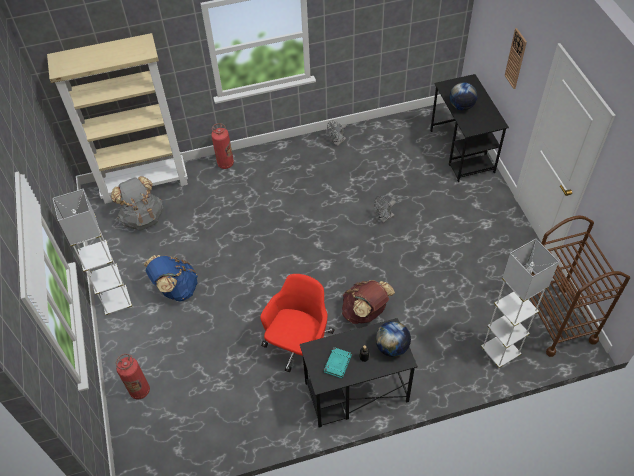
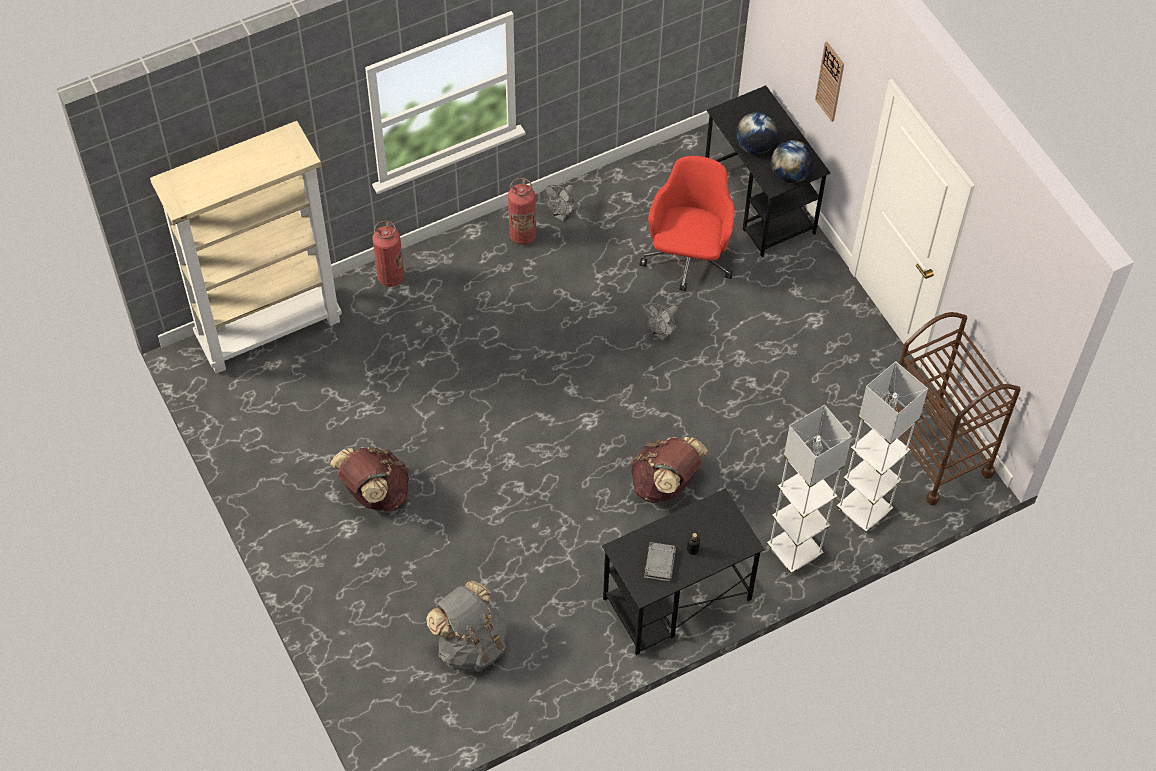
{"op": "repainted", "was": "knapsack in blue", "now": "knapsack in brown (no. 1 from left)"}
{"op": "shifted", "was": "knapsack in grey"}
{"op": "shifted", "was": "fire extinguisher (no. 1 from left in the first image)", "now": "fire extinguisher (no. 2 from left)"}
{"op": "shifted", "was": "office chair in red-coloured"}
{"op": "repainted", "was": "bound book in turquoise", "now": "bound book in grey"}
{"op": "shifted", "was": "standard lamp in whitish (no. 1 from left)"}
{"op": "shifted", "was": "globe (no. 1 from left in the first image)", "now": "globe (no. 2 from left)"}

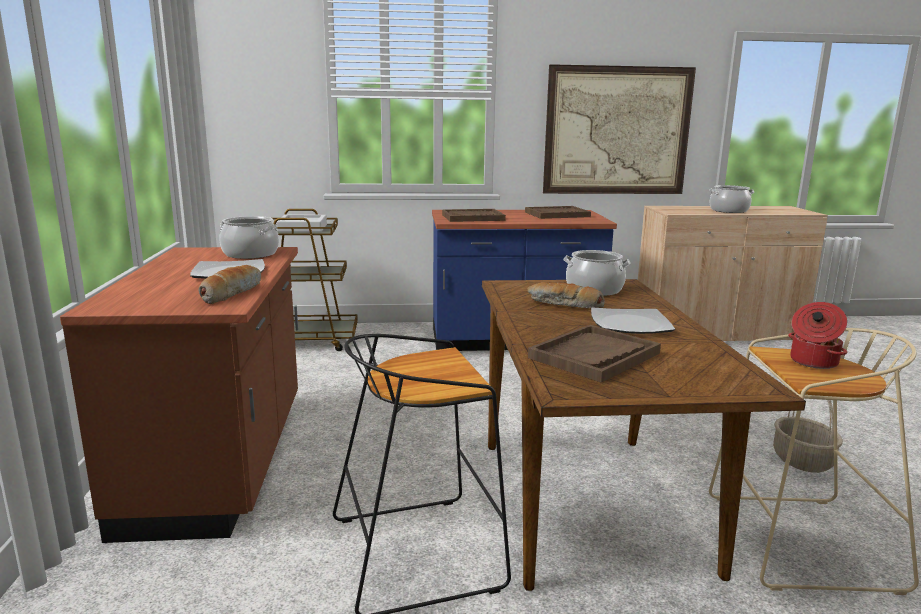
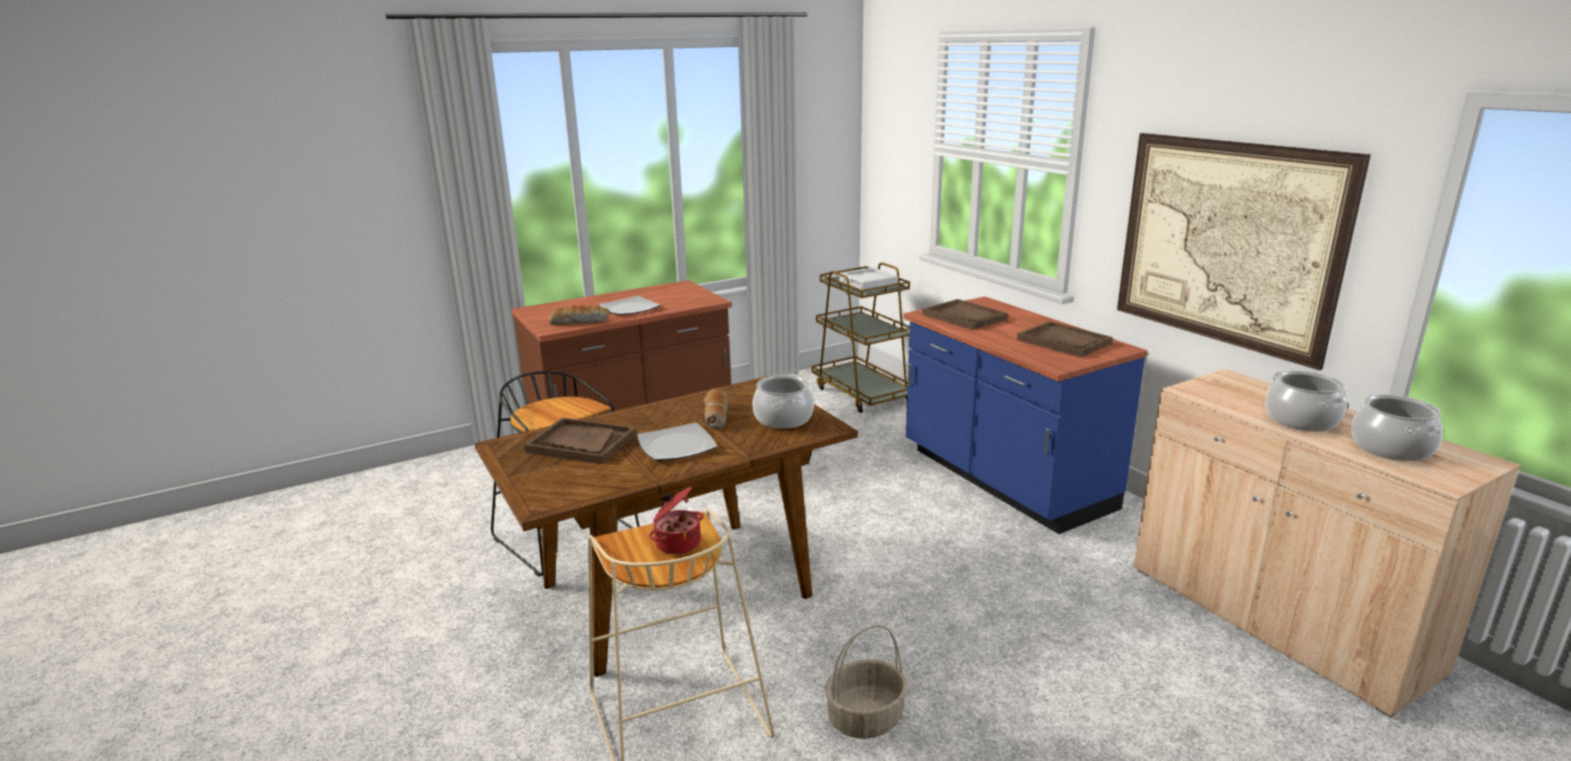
{"op": "shifted", "was": "stockpot (no. 1 from left in the first image)", "now": "stockpot (no. 4 from left)"}

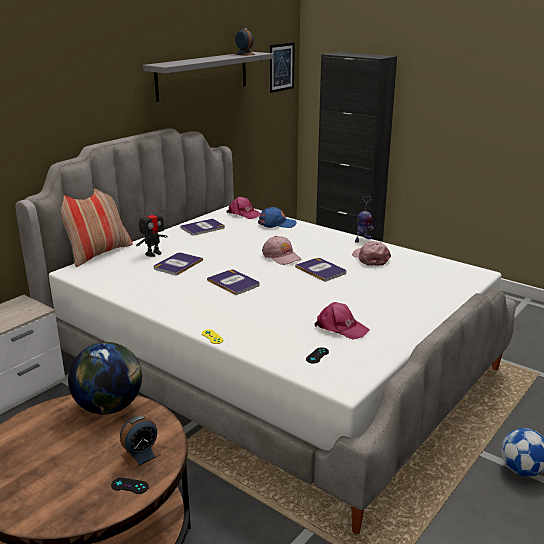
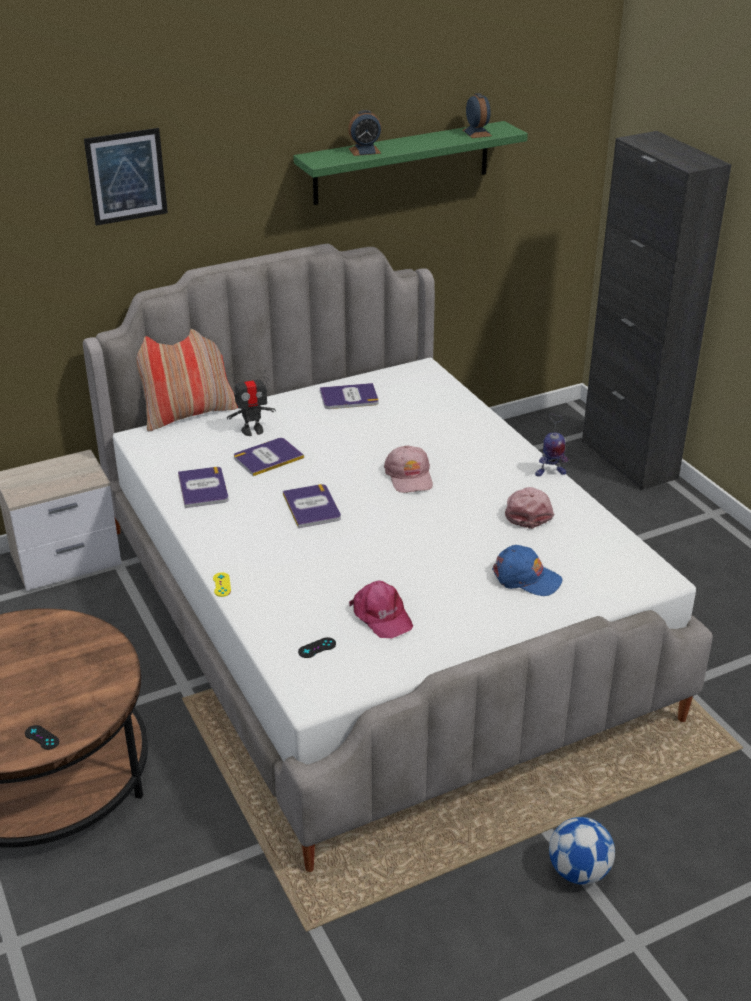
{"op": "shifted", "was": "picture"}
{"op": "shifted", "was": "bound book (no. 4 from left in the first image)", "now": "bound book (no. 1 from left)"}
{"op": "repainted", "was": "wall shelf in grey", "now": "wall shelf in green"}
{"op": "shifted", "was": "table clock (no. 1 from left)"}
{"op": "shifted", "was": "baseball cap in blue"}
{"op": "gone", "was": "globe"}
{"op": "gone", "was": "baseball cap in pinkish (no. 1 from left)"}

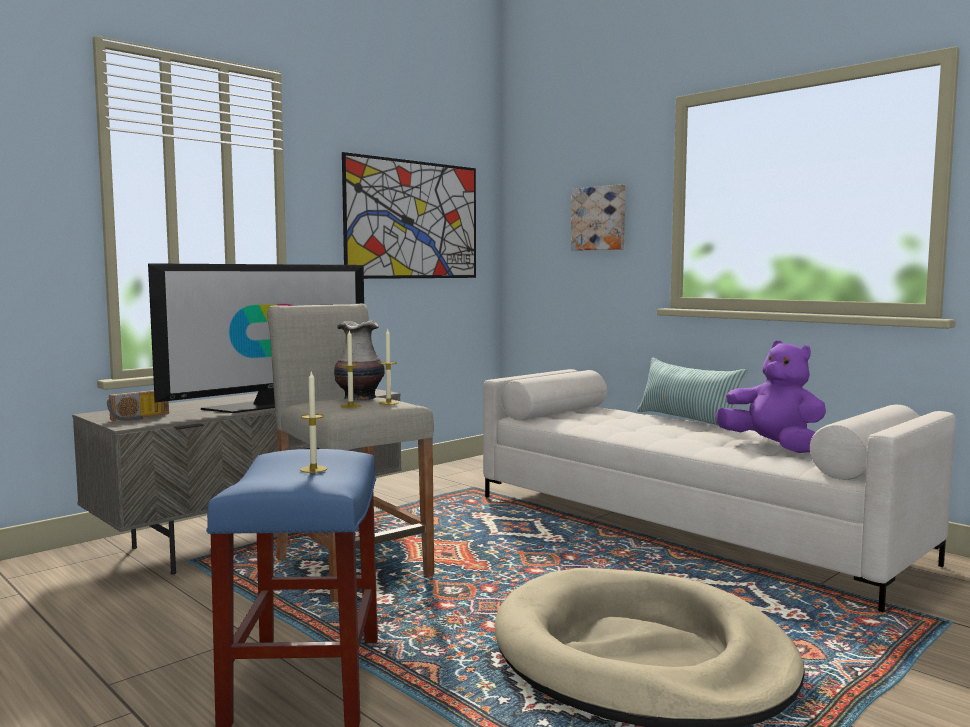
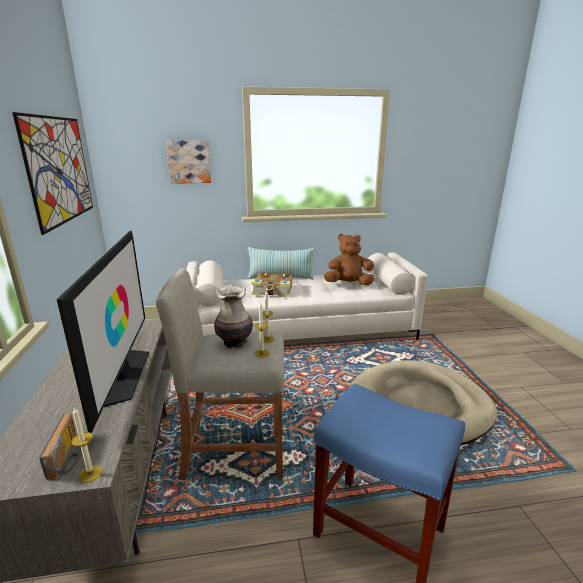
{"op": "shifted", "was": "wax candle (no. 1 from left)"}
{"op": "new", "now": "bound book"}
{"op": "repainted", "was": "plush toy in purple", "now": "plush toy in brown"}

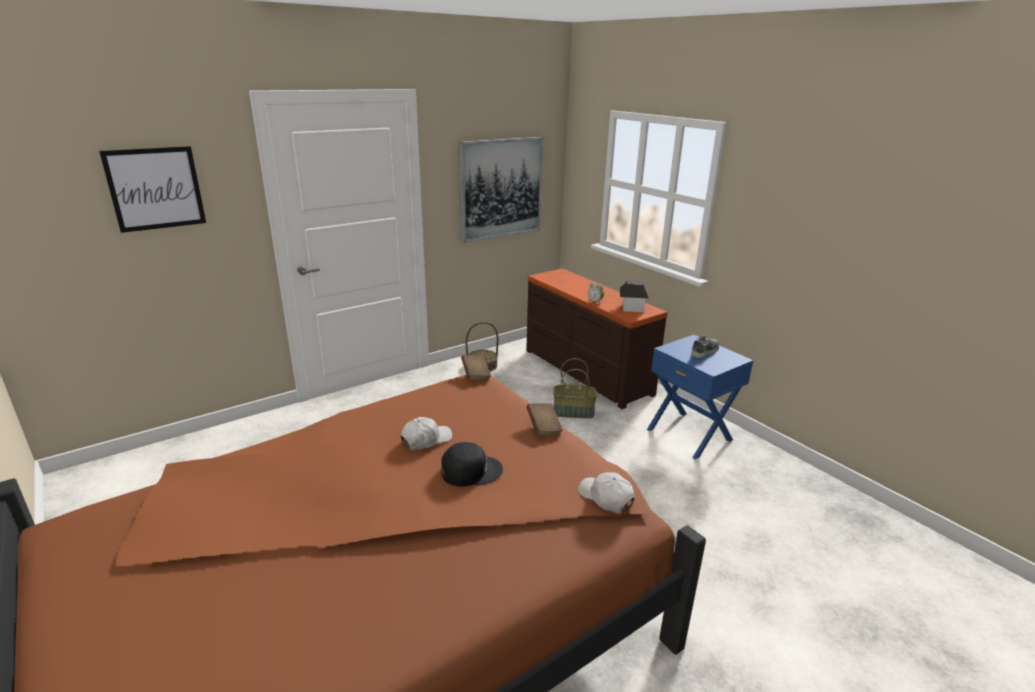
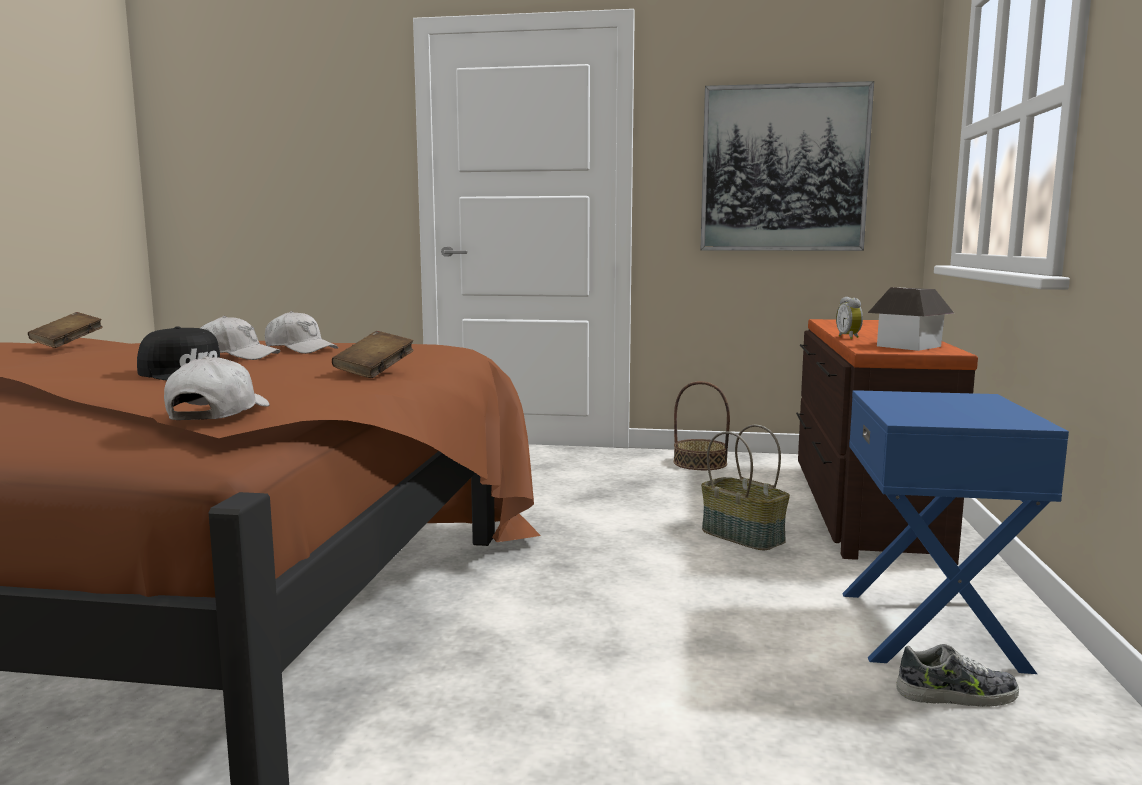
{"op": "shifted", "was": "bound book in brown (no. 1 from left)"}
{"op": "new", "now": "baseball cap in whitish (no. 3 from left)"}
{"op": "shifted", "was": "item of footwear"}
{"op": "gone", "was": "picture (no. 1 from left)"}

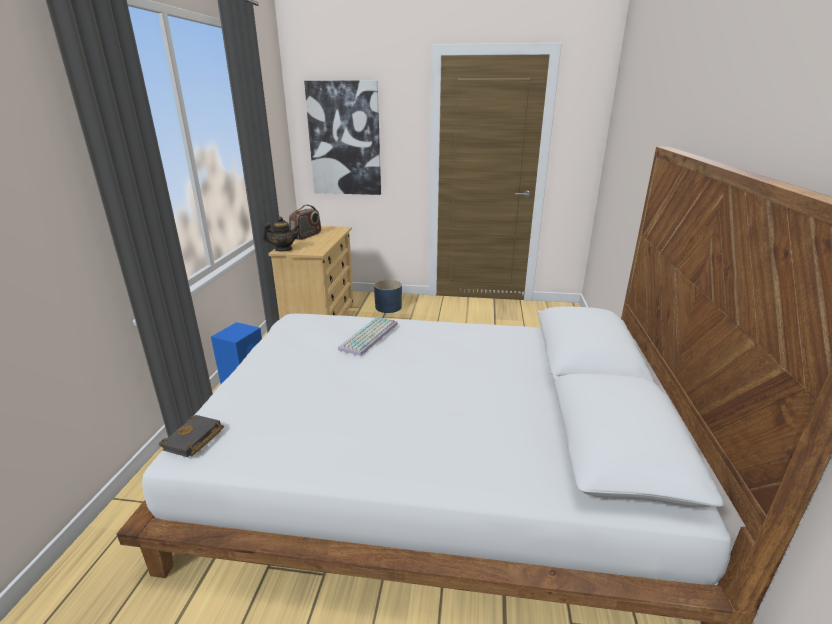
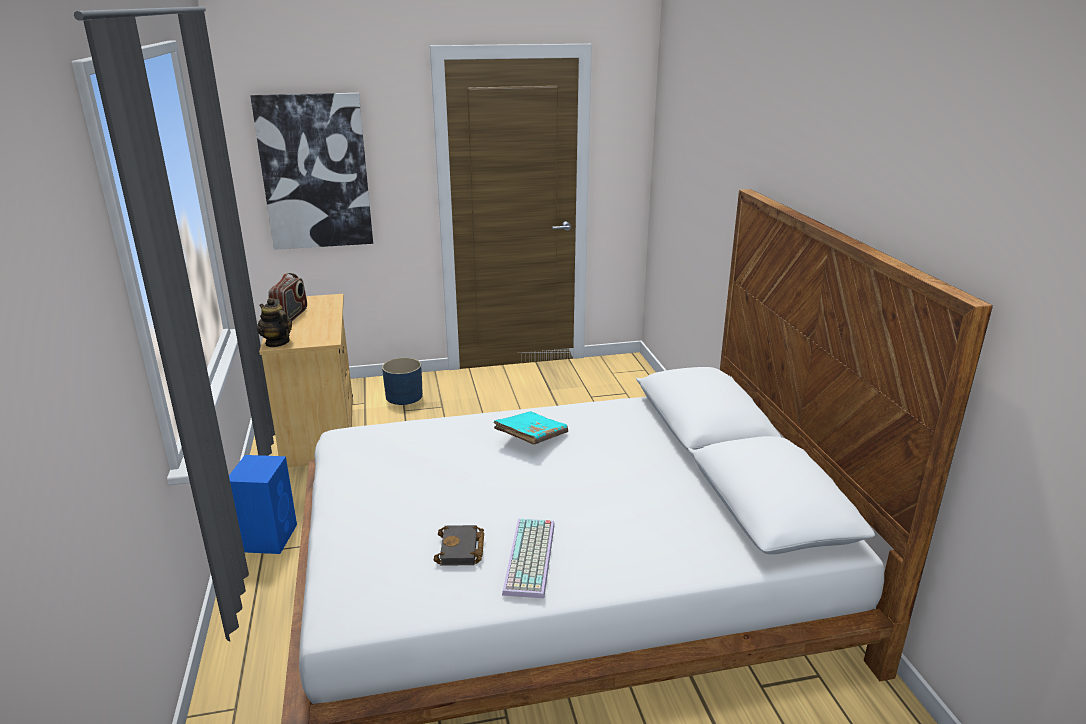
{"op": "rotated", "was": "tea pot", "clockwise": -105}
{"op": "shifted", "was": "bound book in black"}
{"op": "new", "now": "bound book in turquoise"}
{"op": "shifted", "was": "computer keyboard"}

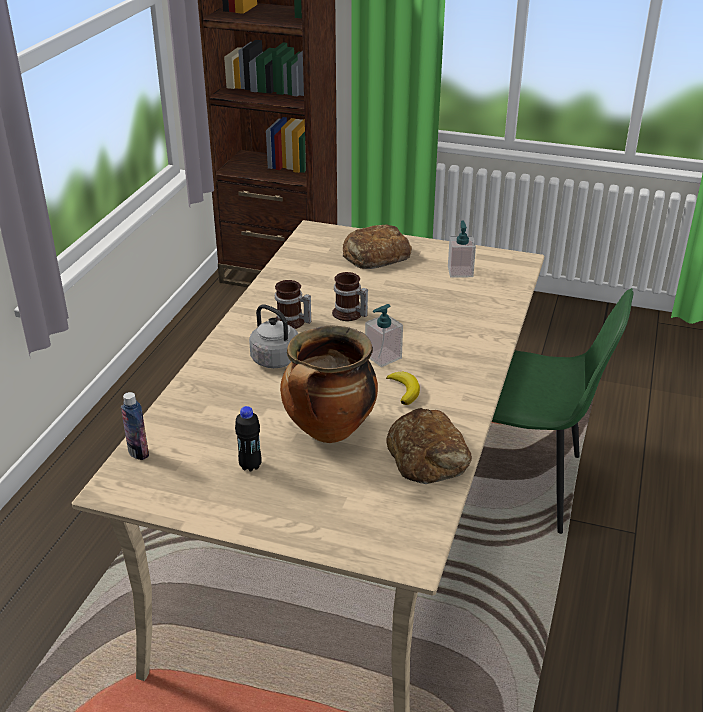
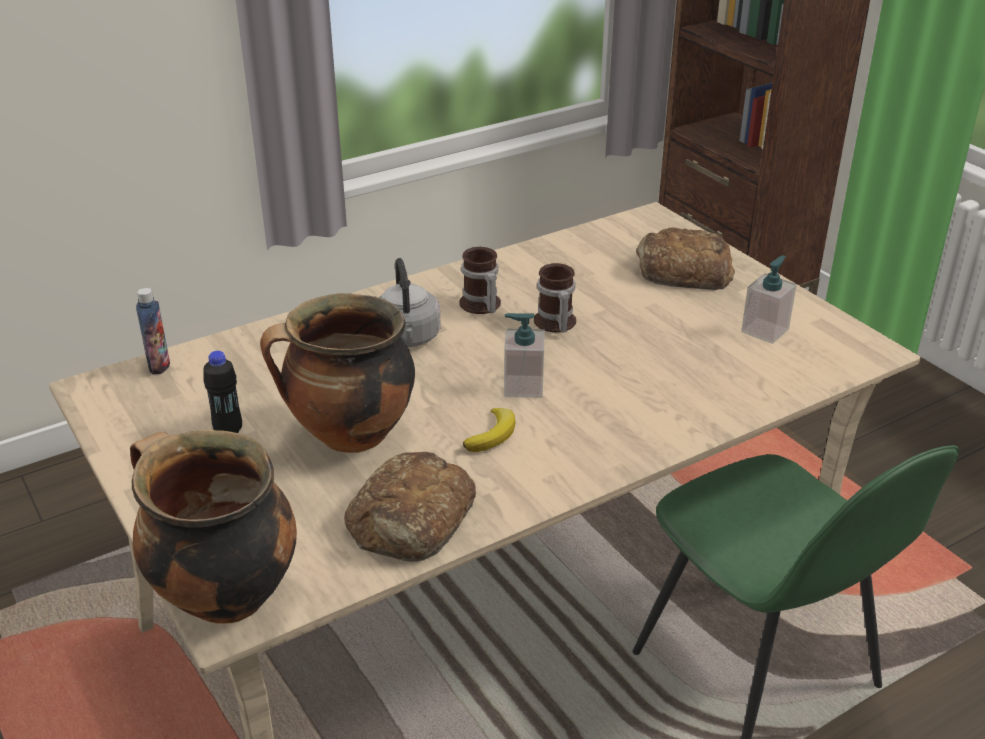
{"op": "new", "now": "stockpot (no. 1 from left)"}

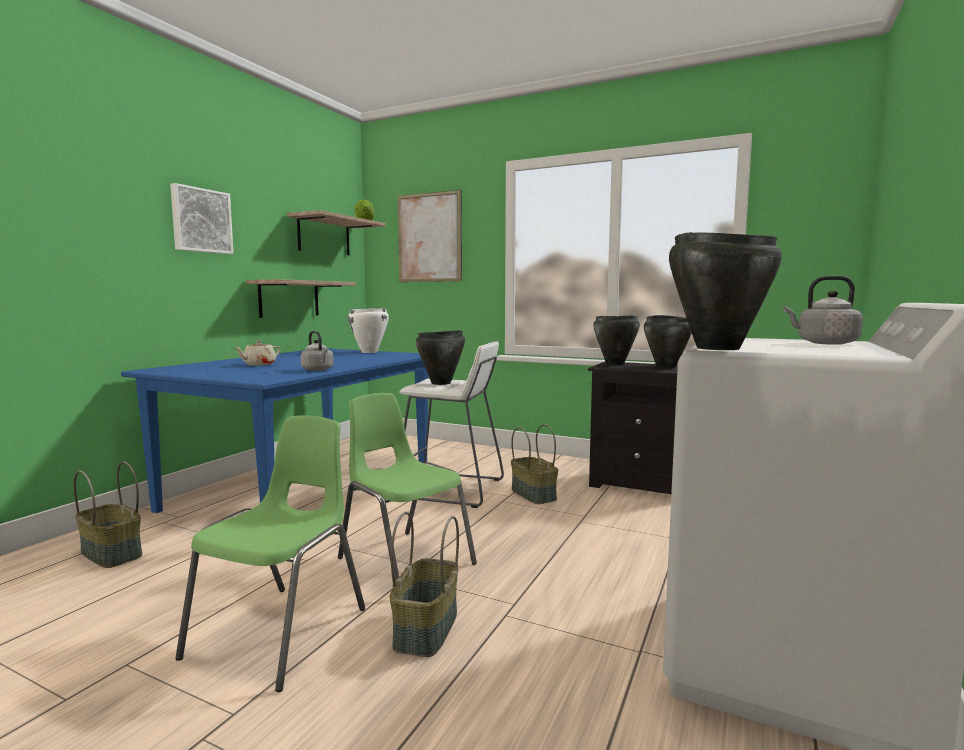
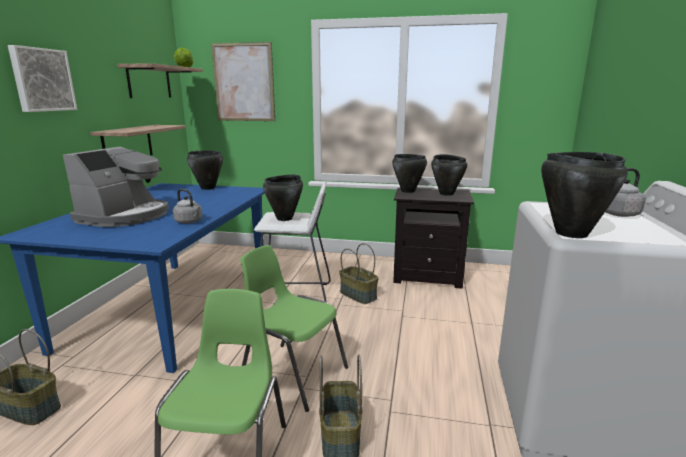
{"op": "swapped", "was": "tea pot in beige", "now": "coffee maker"}
{"op": "repainted", "was": "stockpot in whitish", "now": "stockpot in black (no. 1 from left)"}

